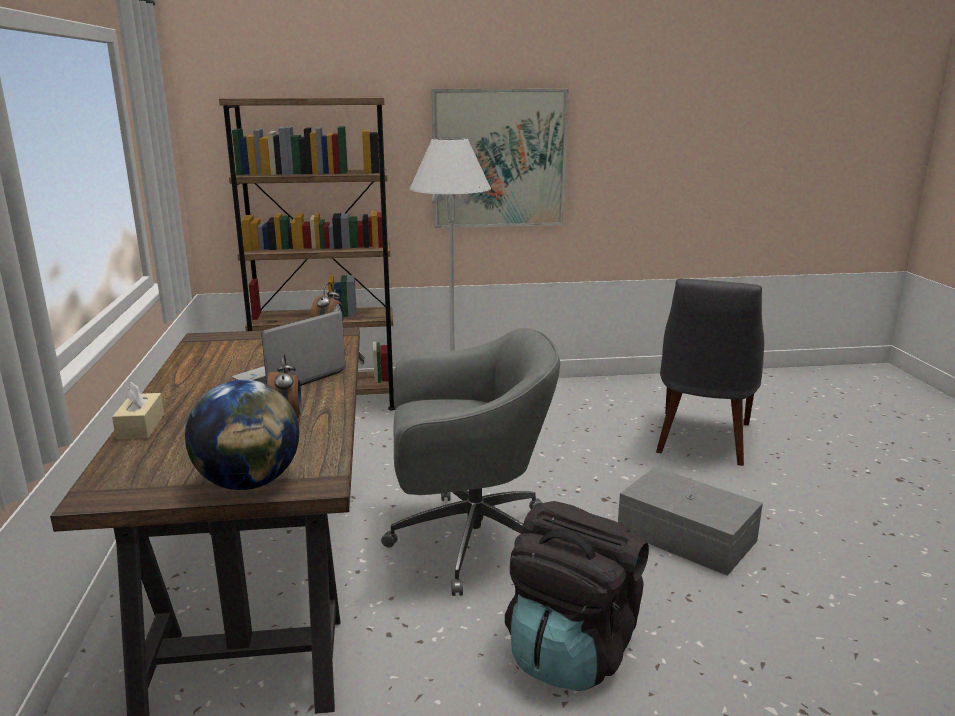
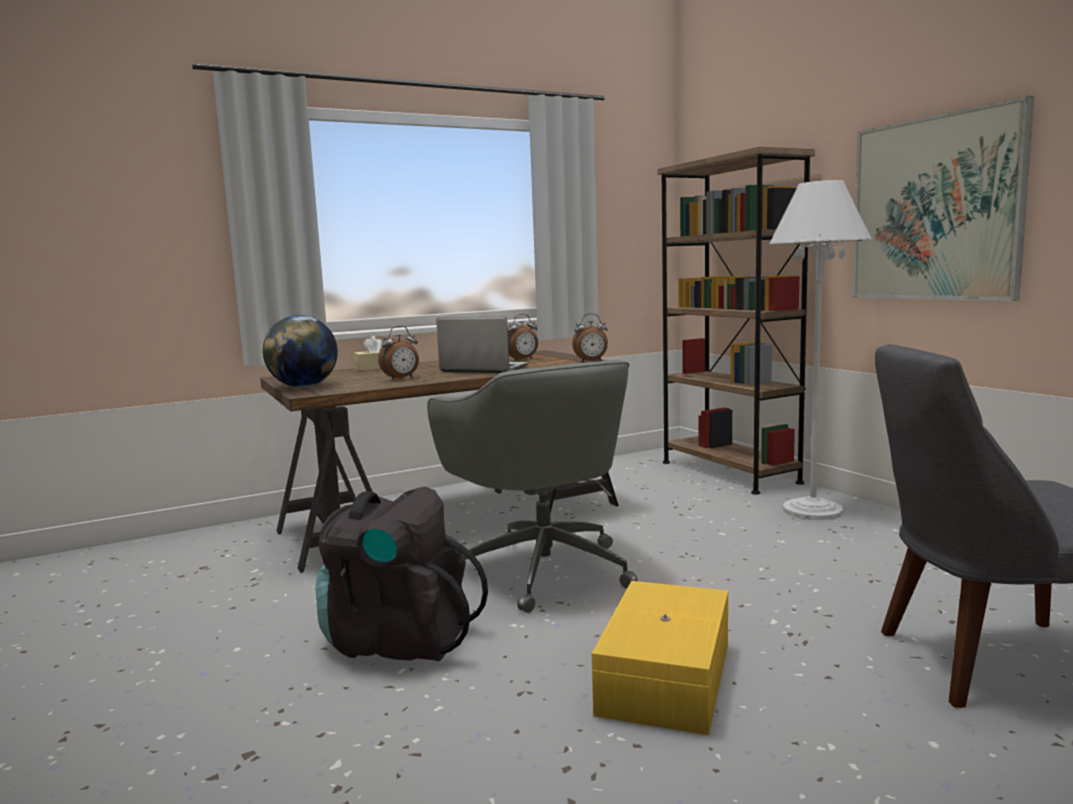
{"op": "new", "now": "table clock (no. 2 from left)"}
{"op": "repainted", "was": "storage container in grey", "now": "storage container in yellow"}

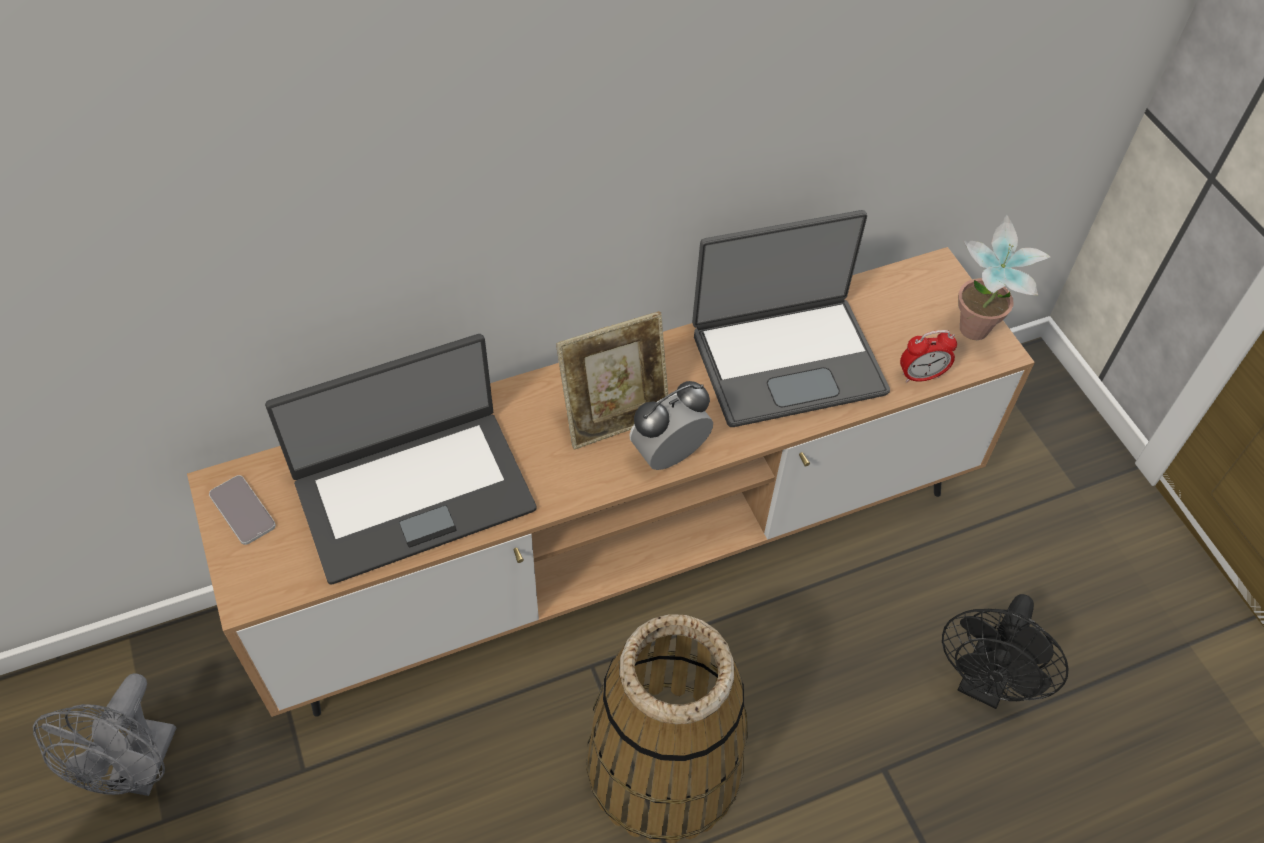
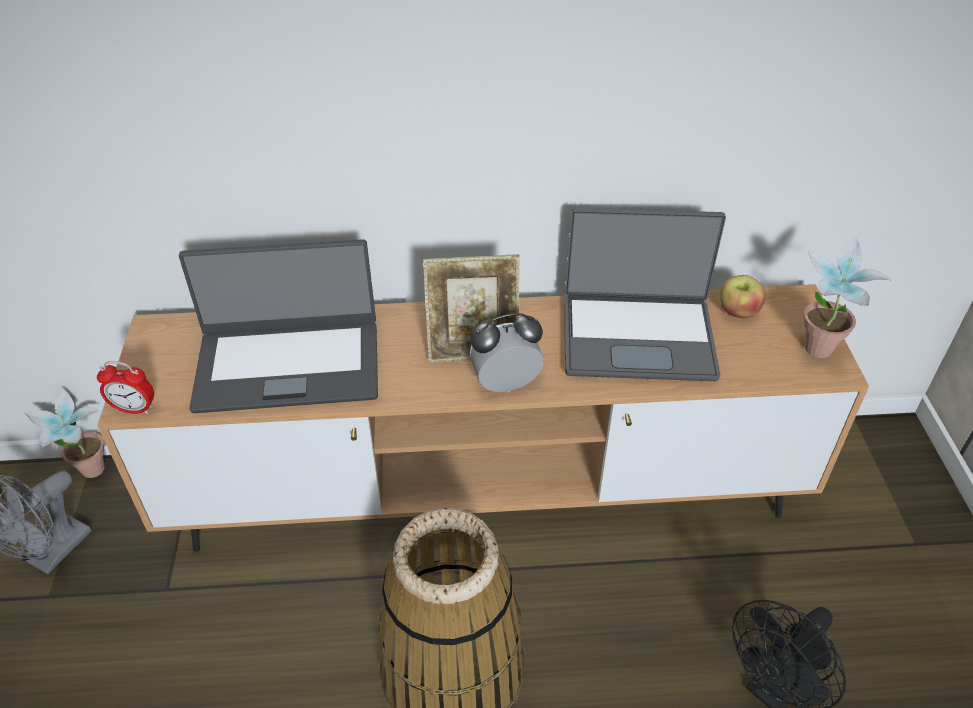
{"op": "new", "now": "houseplant (no. 1 from left)"}
{"op": "shifted", "was": "table clock (no. 2 from left in the first image)", "now": "table clock (no. 1 from left)"}
{"op": "new", "now": "apple"}
{"op": "gone", "was": "handset"}

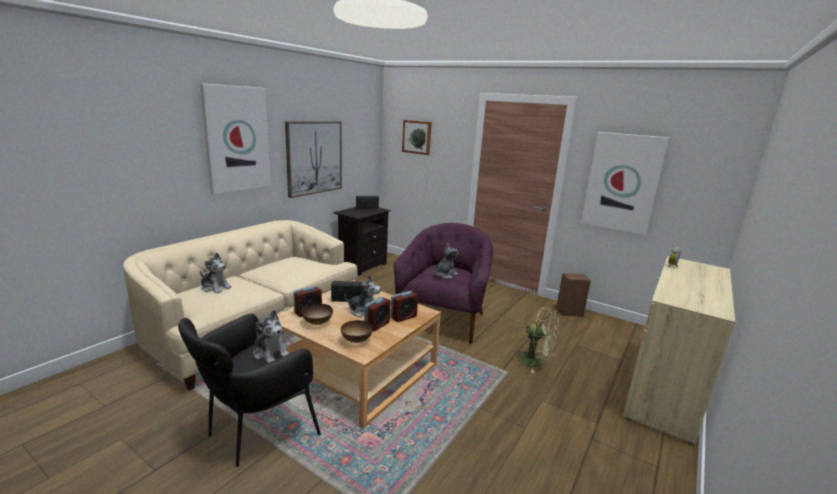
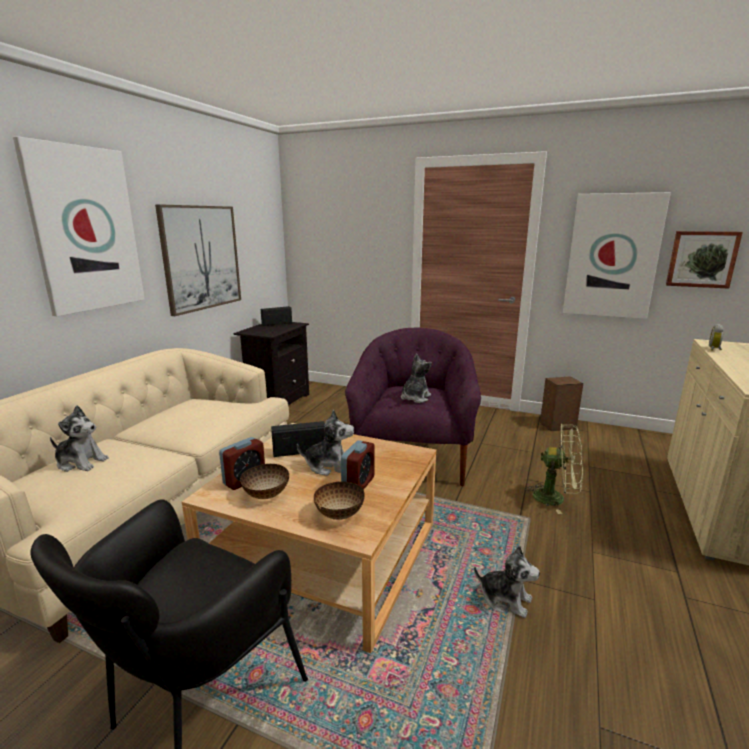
{"op": "shifted", "was": "plush toy (no. 2 from left in the first image)", "now": "plush toy (no. 4 from left)"}
{"op": "shifted", "was": "picture (no. 3 from left in the first image)", "now": "picture (no. 4 from left)"}
{"op": "gone", "was": "table clock (no. 3 from left)"}

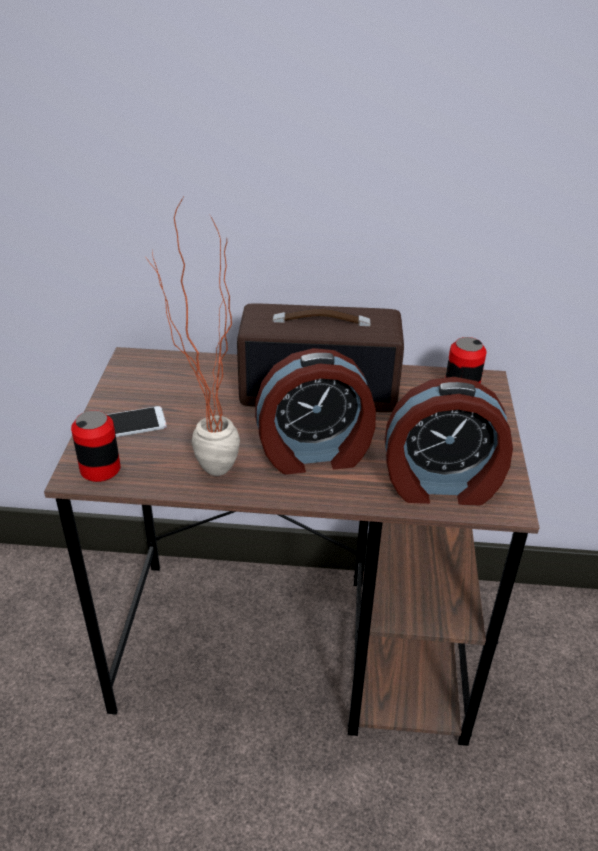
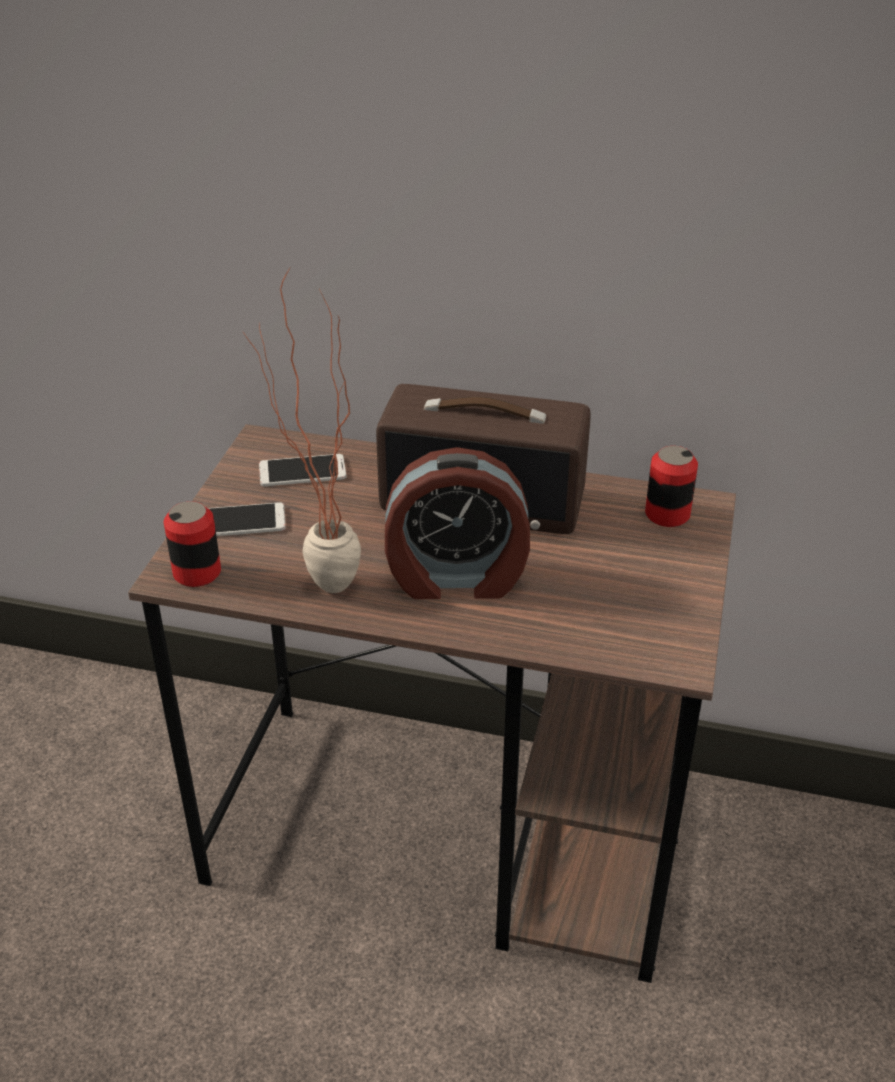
{"op": "new", "now": "handset (no. 2 from left)"}
{"op": "gone", "was": "table clock (no. 2 from left)"}

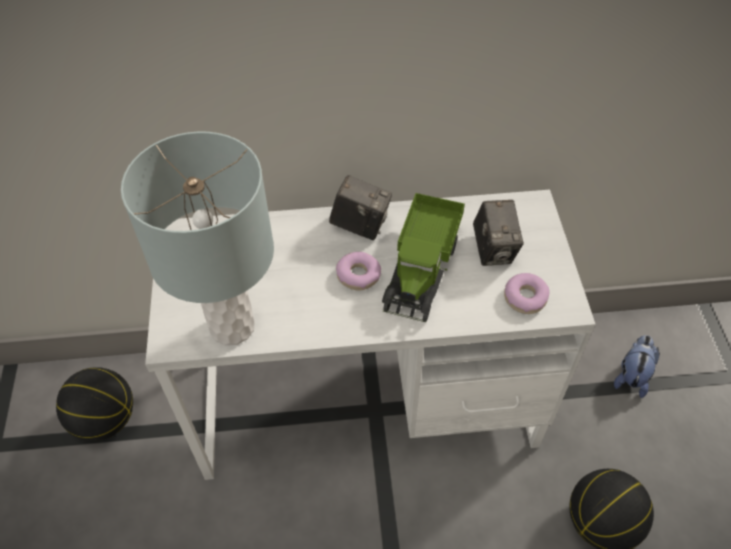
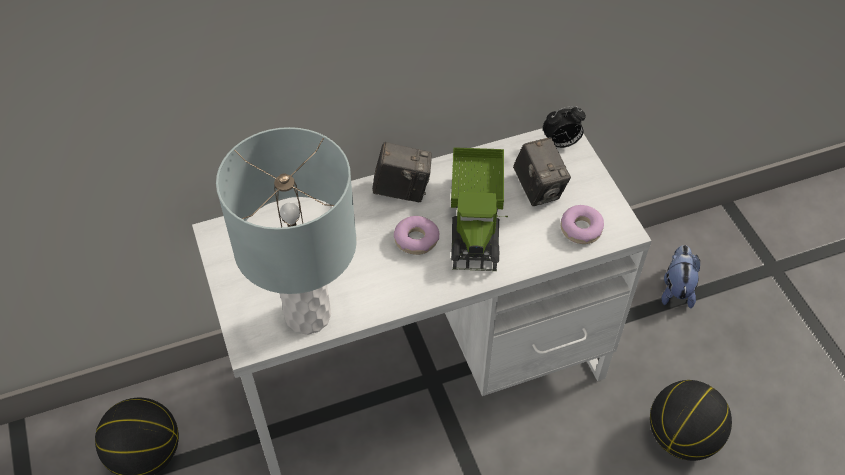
{"op": "new", "now": "table clock"}

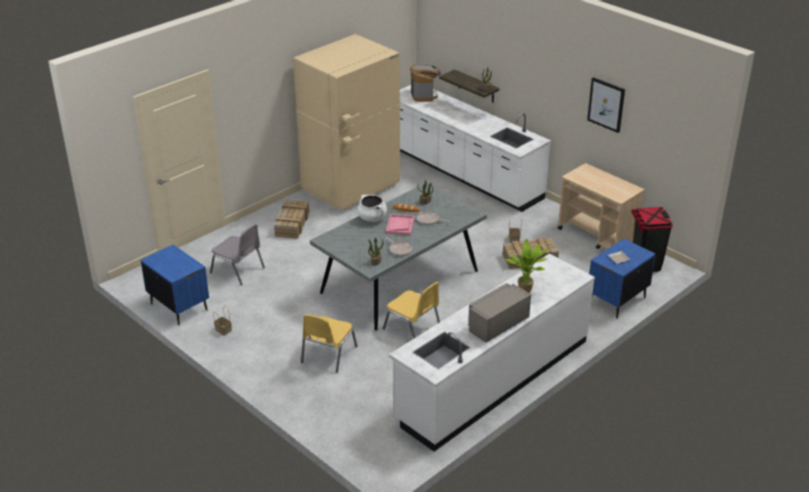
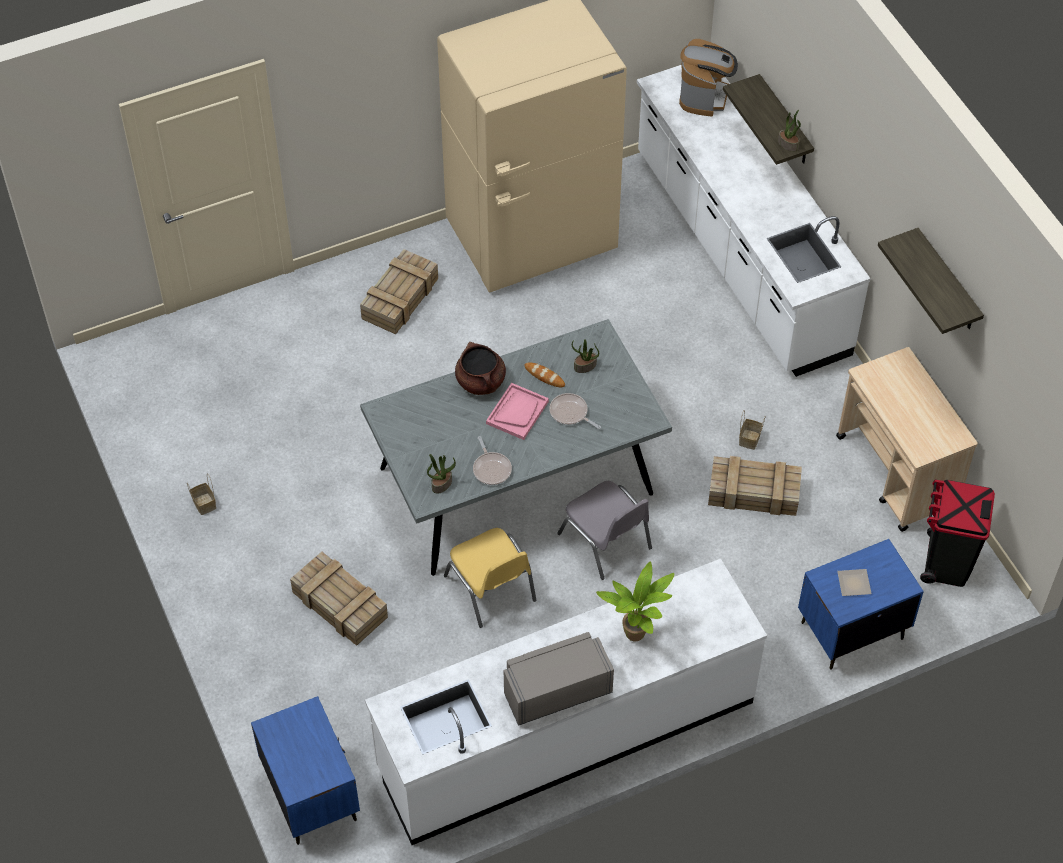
{"op": "shifted", "was": "bedside table in blue (no. 1 from left)"}
{"op": "swapped", "was": "chair in yellow (no. 1 from left)", "now": "crate (no. 1 from left)"}
{"op": "repainted", "was": "stockpot in whitish", "now": "stockpot in brown"}
{"op": "shifted", "was": "chair in grey"}
{"op": "swapped", "was": "picture", "now": "wall shelf (no. 2 from left)"}

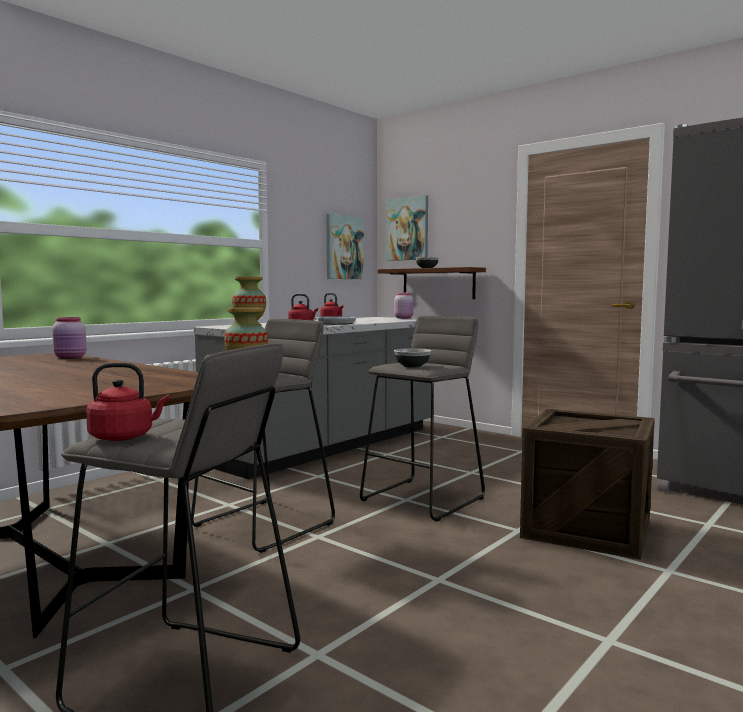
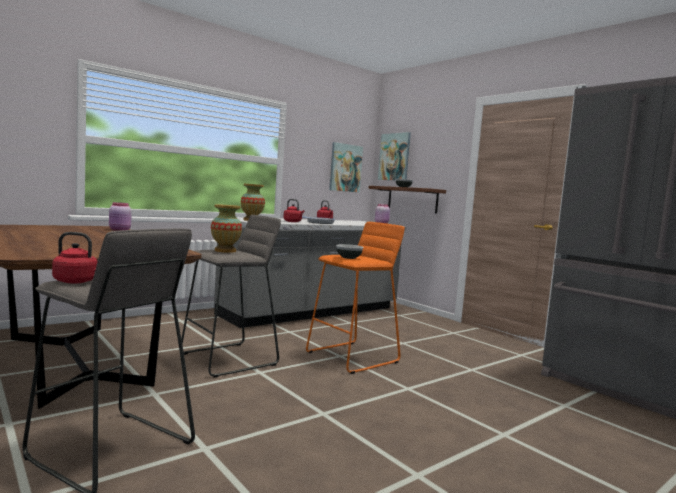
{"op": "repainted", "was": "stool in grey (no. 3 from left)", "now": "stool in orangey"}
{"op": "gone", "was": "crate"}

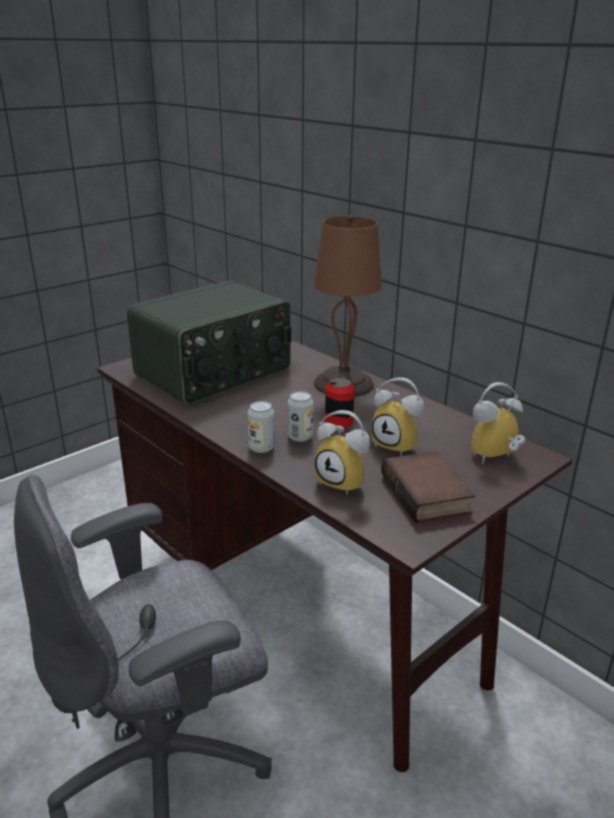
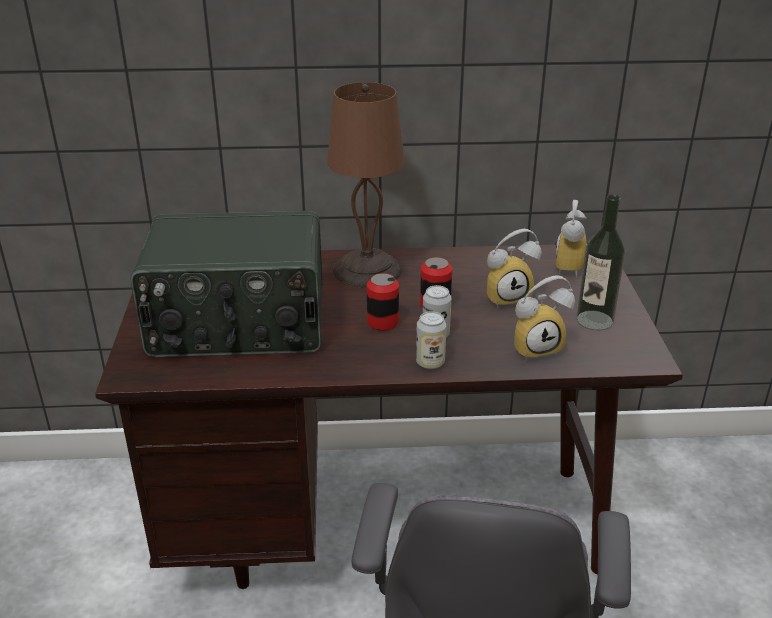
{"op": "rotated", "was": "radio", "clockwise": 90}
{"op": "new", "now": "can (no. 1 from left)"}
{"op": "swapped", "was": "bound book", "now": "bottle"}

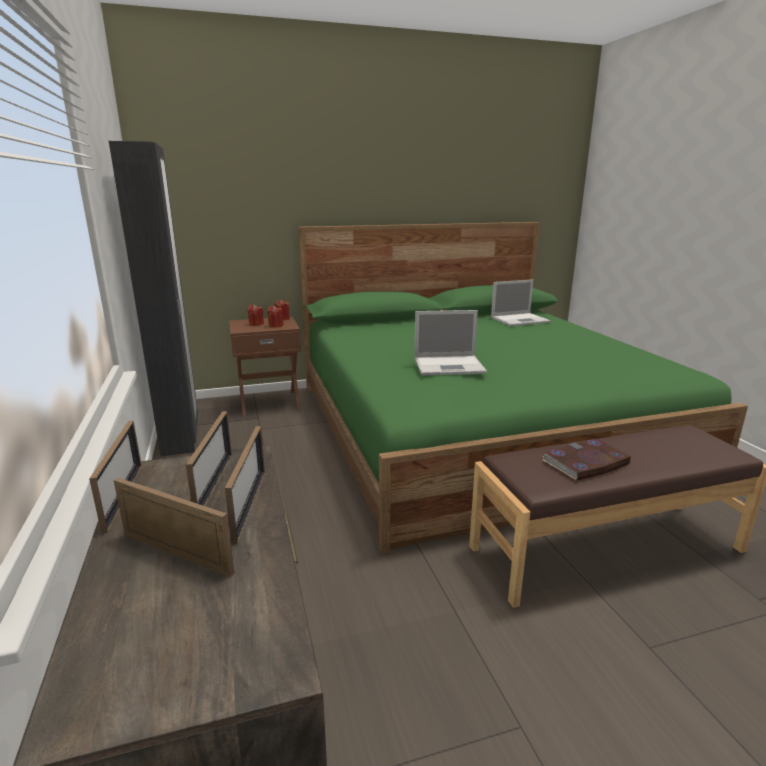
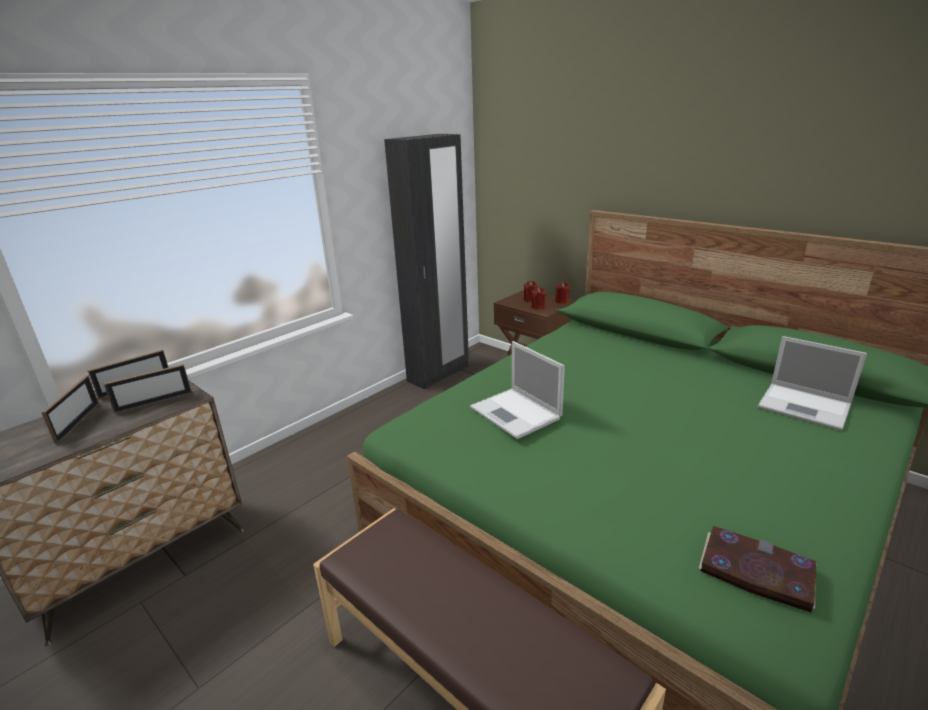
{"op": "shifted", "was": "bound book"}
{"op": "gone", "was": "standing frame (no. 4 from left)"}

